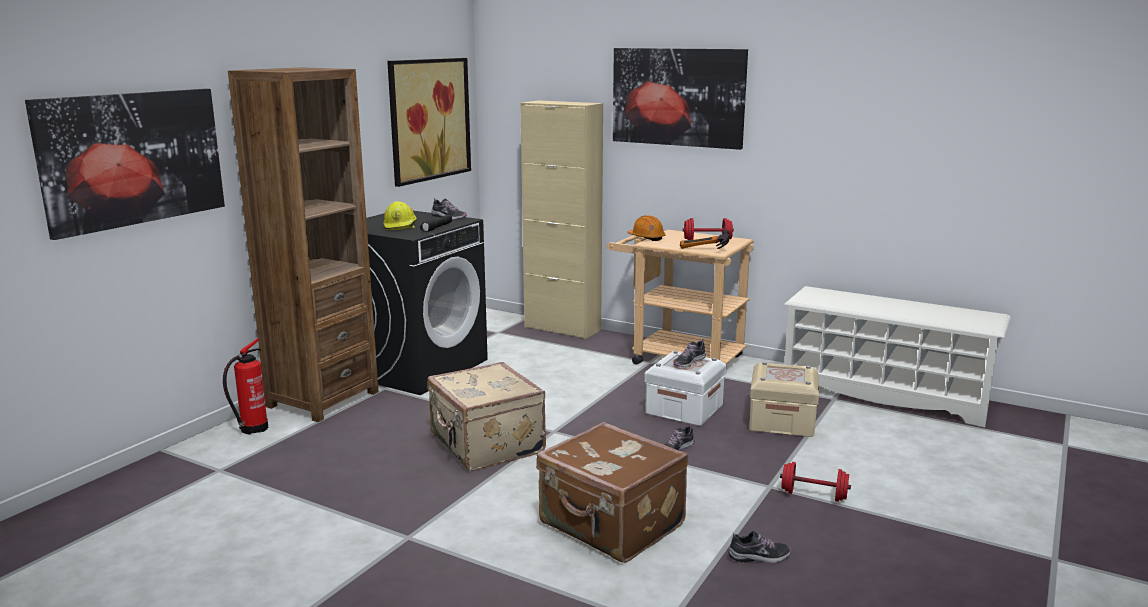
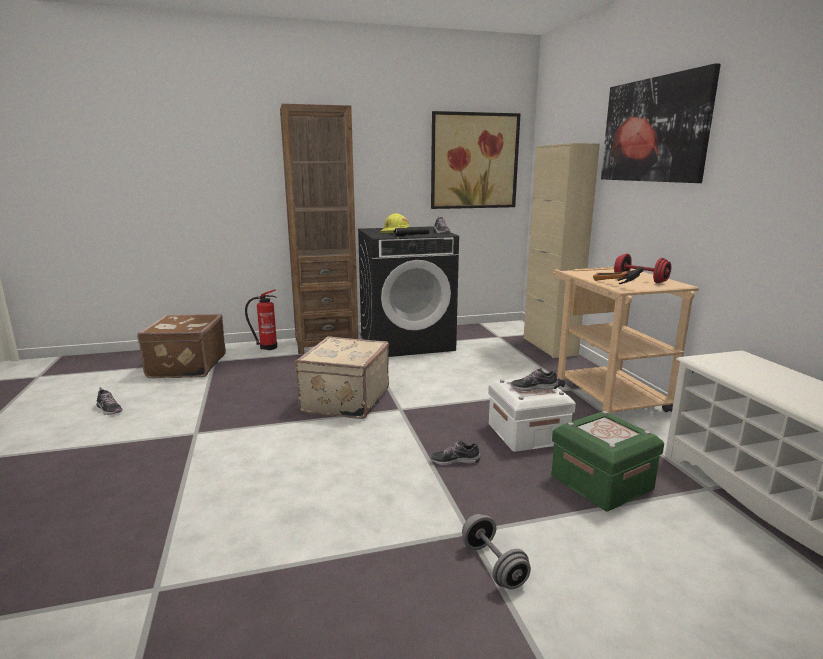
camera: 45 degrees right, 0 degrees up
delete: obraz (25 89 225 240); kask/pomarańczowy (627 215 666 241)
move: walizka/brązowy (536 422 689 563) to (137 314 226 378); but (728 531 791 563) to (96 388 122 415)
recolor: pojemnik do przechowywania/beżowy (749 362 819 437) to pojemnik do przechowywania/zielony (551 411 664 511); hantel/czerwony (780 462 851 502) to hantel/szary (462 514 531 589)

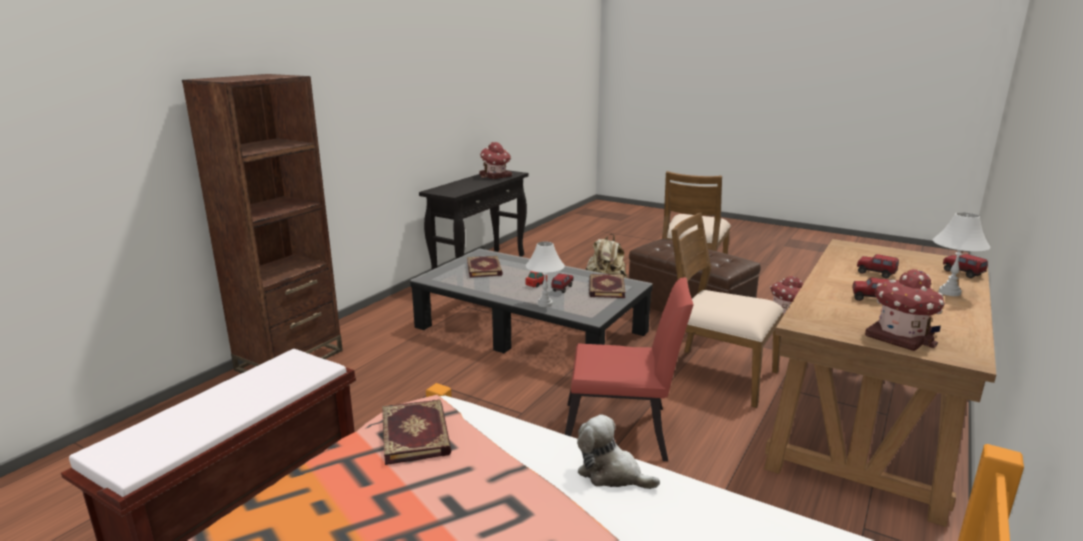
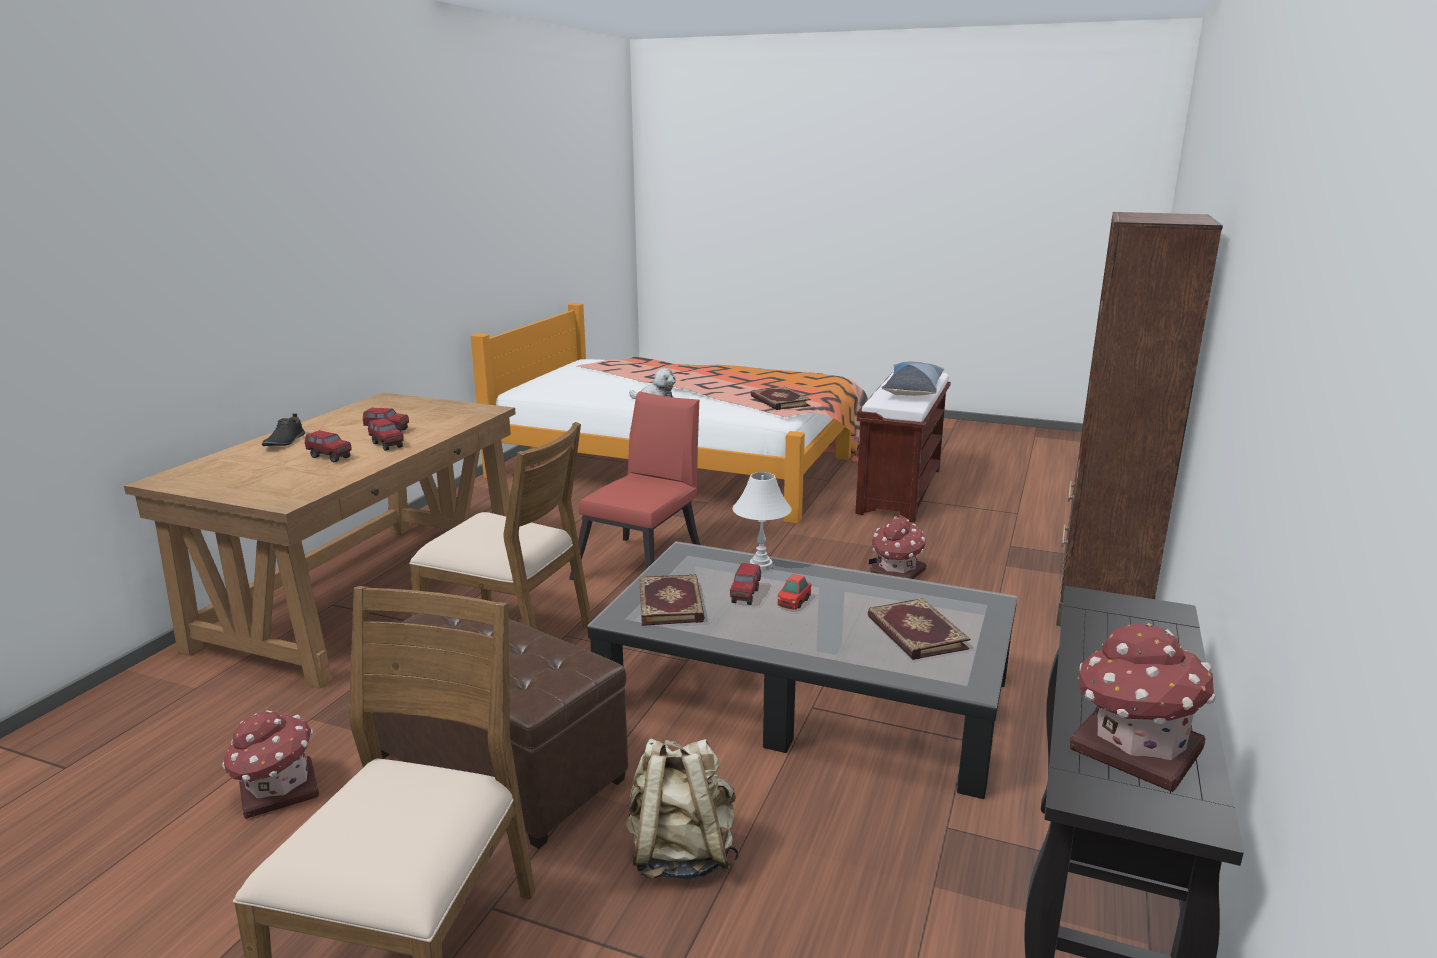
camera: 170 degrees right, 0 degrees up
insert: poduszka (881 361 945 396)
move: ciężarówka zabawkowa (943 254 988 278) to (368 418 404 451); domek (865 269 945 351) to (869 517 926 579)
replace: lampa stołowa/biały (933 212 990 296) to but/czarny (262 414 305 446)
rotate: krzesło/czerwony (565 277 694 461) = (569 391 700 580) 120 degrees clockwise

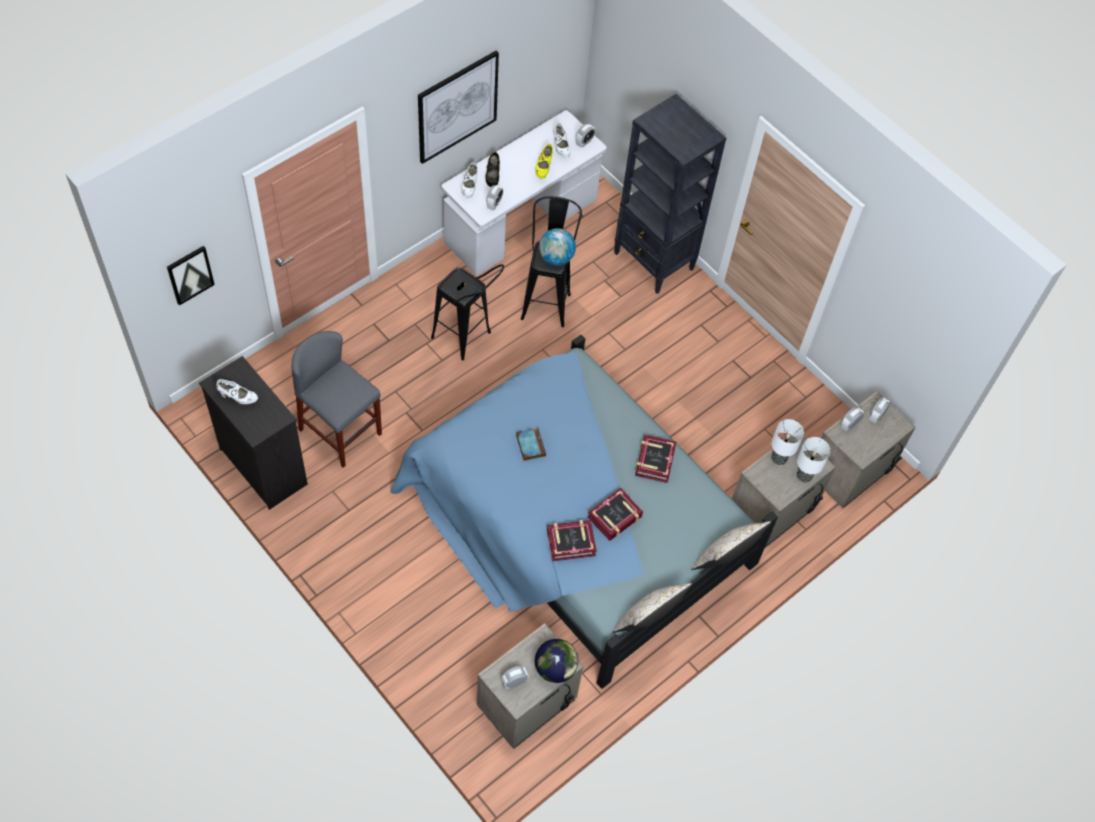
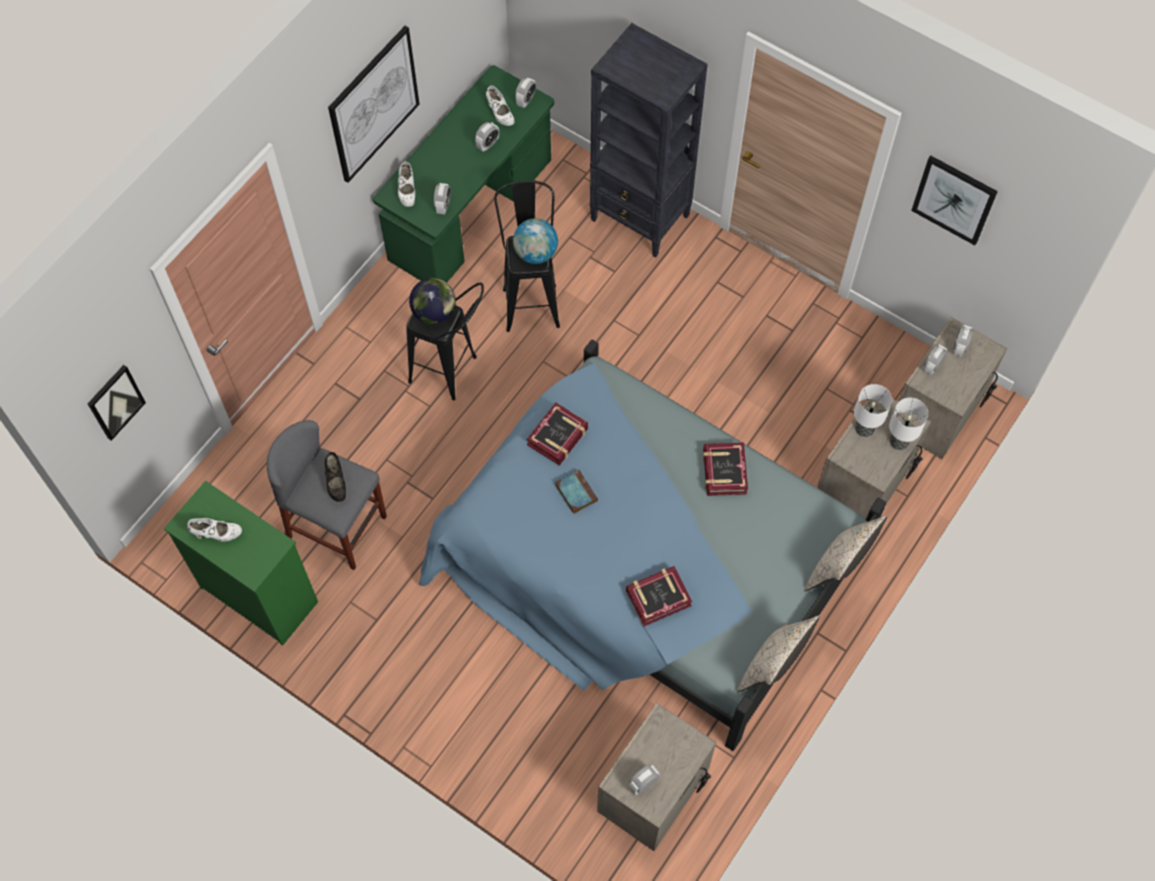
camera: 10 degrees left, 5 degrees up
insert: obraz (911 156 998 245)
move: but/czarny (485 152 500 187) to (325 452 346 502); książka (587 488 643 541) to (527 403 588 465); globus (535 639 578 683) to (409 278 456 324)
replace: but/żółty (535 144 553 179) to budzik (475 122 499 152)
recolor: biurko/biały (441 110 607 276) to biurko/zielony (373 65 554 283); komoda/czarny (199 356 308 510) to komoda/zielony (164 481 318 646)

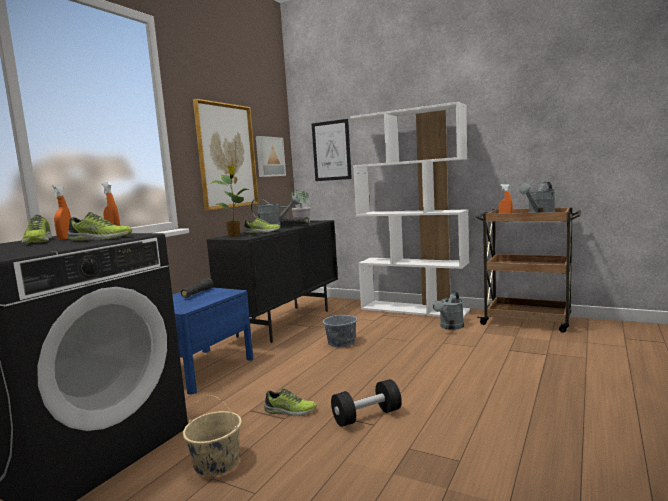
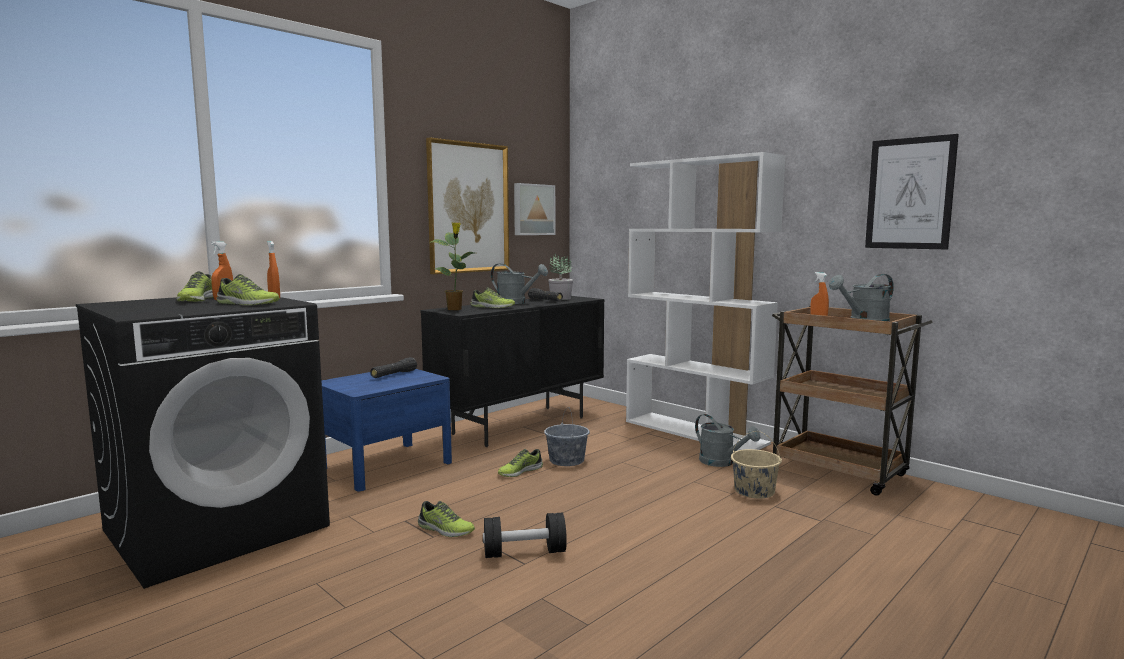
camera: 15 degrees right, 0 degrees up
insert: but (498 449 543 477)
move: obraz (312 119 352 181) to (865 134 959 249); wiadro/beżowy (183 395 242 476) to (731 431 782 499)
rotate: konewka/szary (433 291 464 330) = (695 414 760 467) 90 degrees counterclockwise

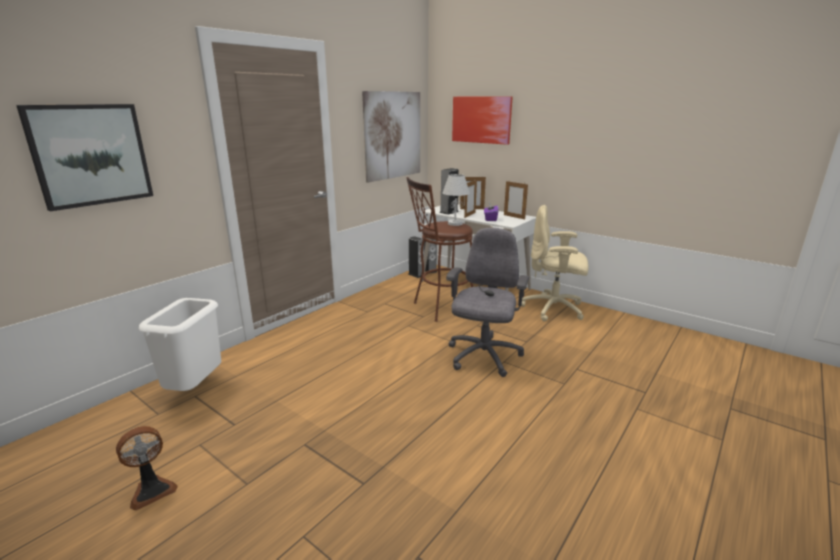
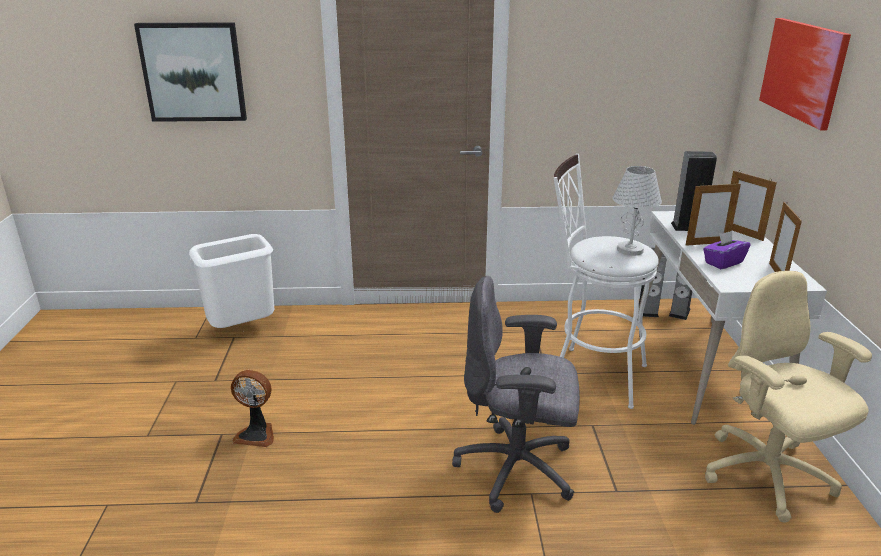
camera: 50 degrees right, 5 degrees up
delete: obraz (362 91 420 183)
move: wentylator (116 426 178 510) to (231 370 274 447)
recolor: stołek/brązowy (406 177 473 322) to stołek/biały (554 154 659 409)
rotate: krzesło biurowe/szary (446 228 529 377) = (452 276 580 513) 150 degrees counterclockwise

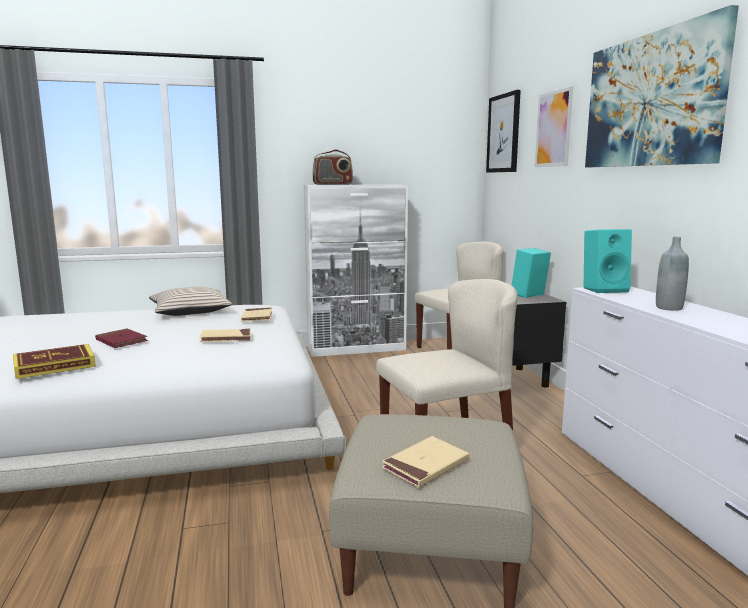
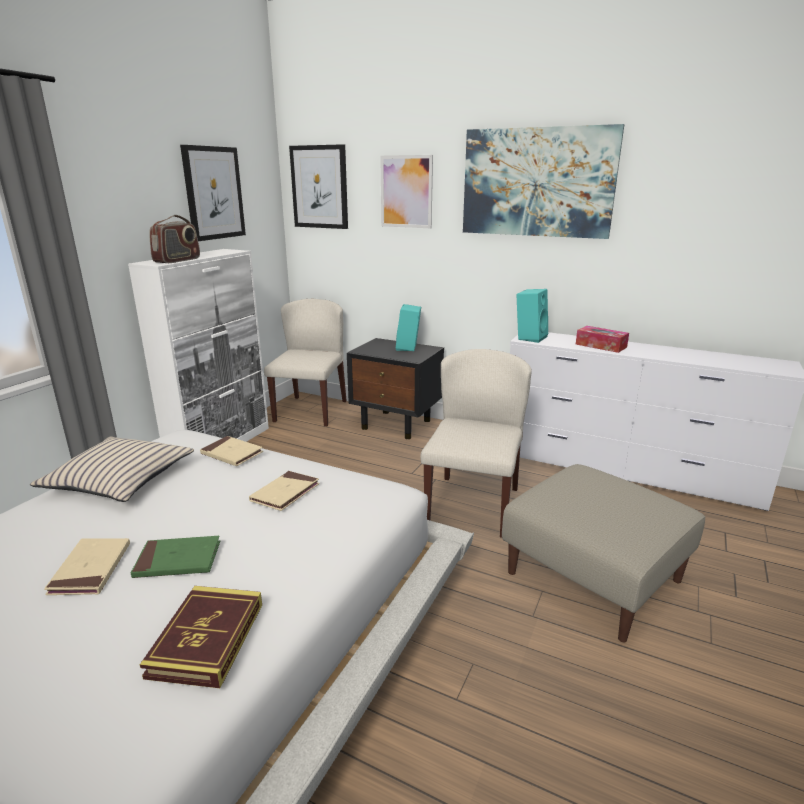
camera: 50 degrees left, 10 degrees up
insert: obraz (180 145 246 241)
move: książka/beżowy (382 436 469 488) to (44 538 130 595)
replace: butelka/szary (656 237 689 311) to pudełko chusteczek (576 326 629 353)
recolor: książka/czerwony (95 329 148 348) to książka/zielony (131 536 220 578)

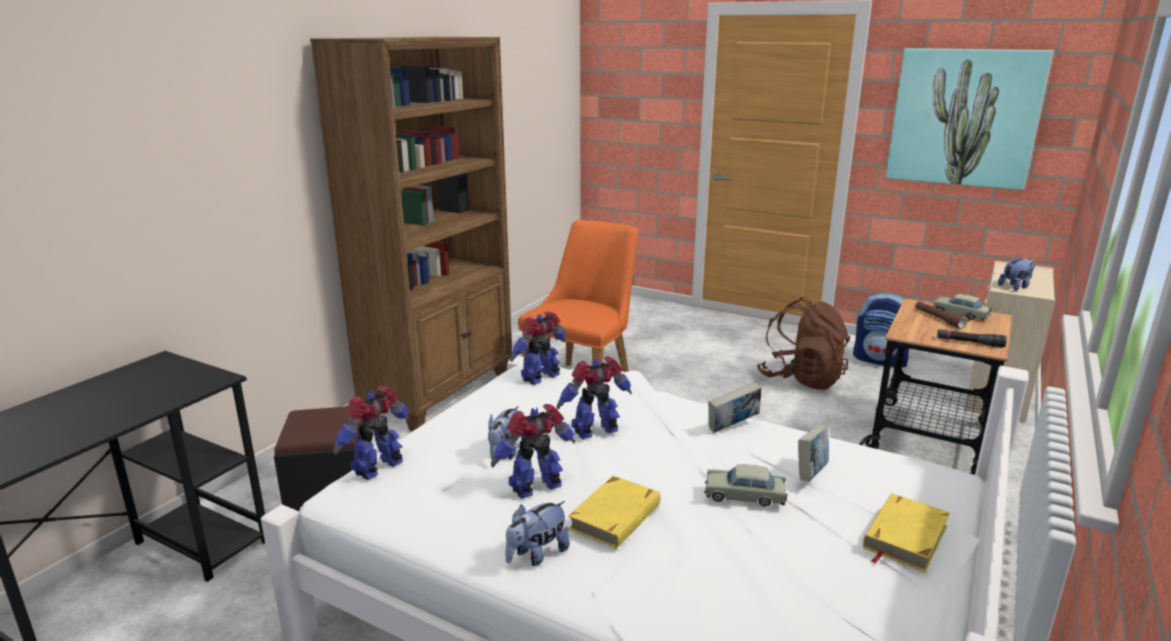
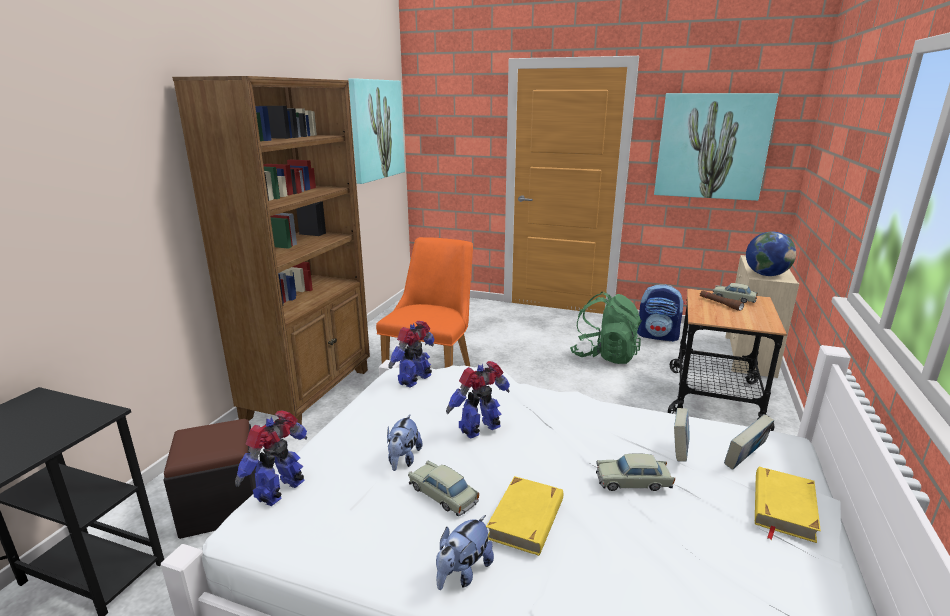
camera: 10 degrees left, 0 degrees up
delete: latarka/czarny (937 329 1007 348)
insert: obraz (348 78 405 184)
move: książka (708 382 761 433) to (724 414 774 470)
replace: pluszak (998 256 1035 291) to globus (746 232 796 276); robot zabawkowy (491 404 575 499) to samochodzik/beżowy (408 461 479 516)
recolor: plecak/brązowy (757 297 850 389) to plecak/zielony (570 292 642 364)

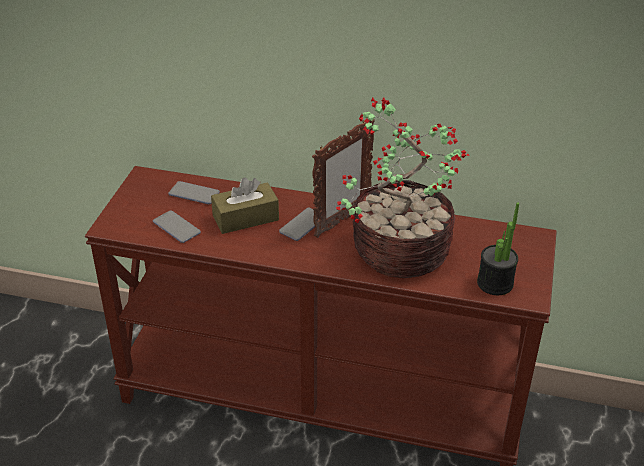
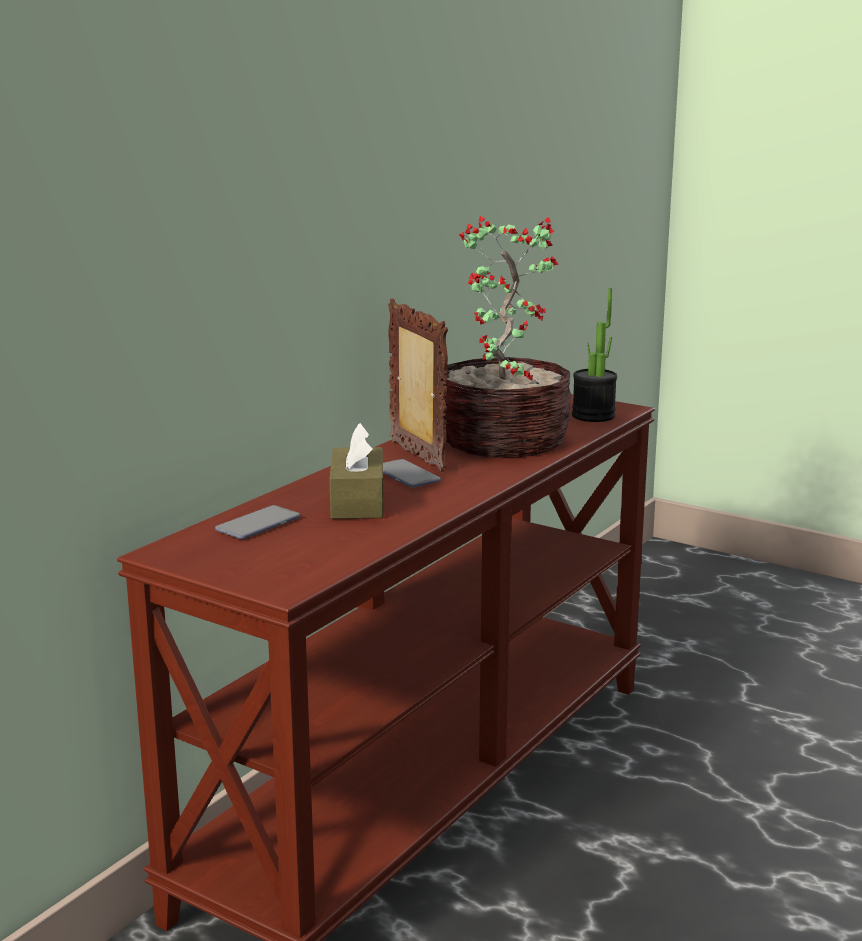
camera: 70 degrees left, 20 degrees down
delete: telefon (153 211 201 243)

